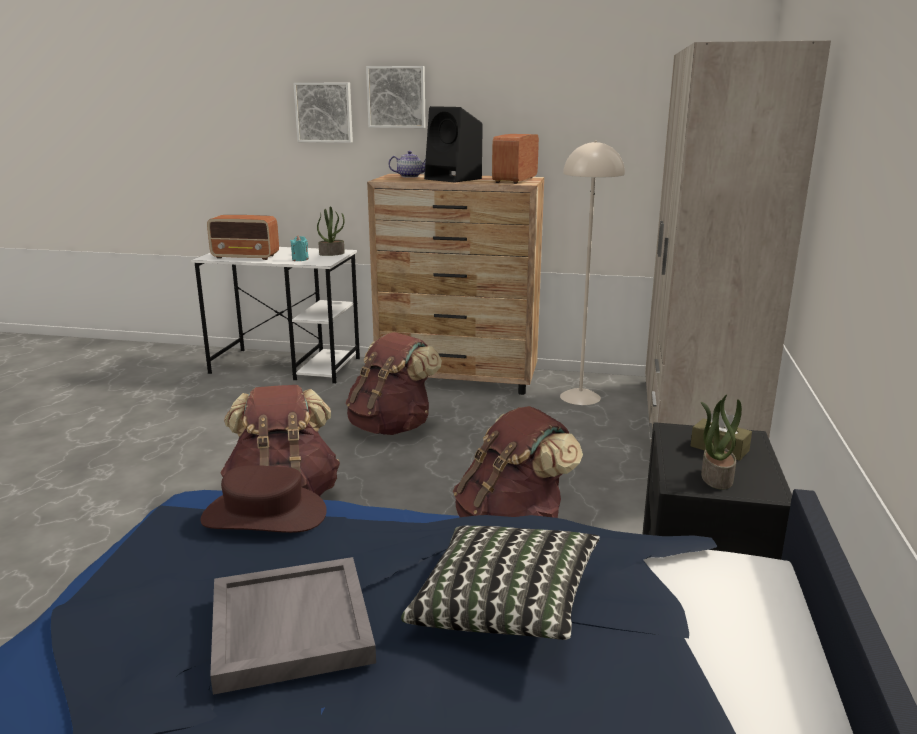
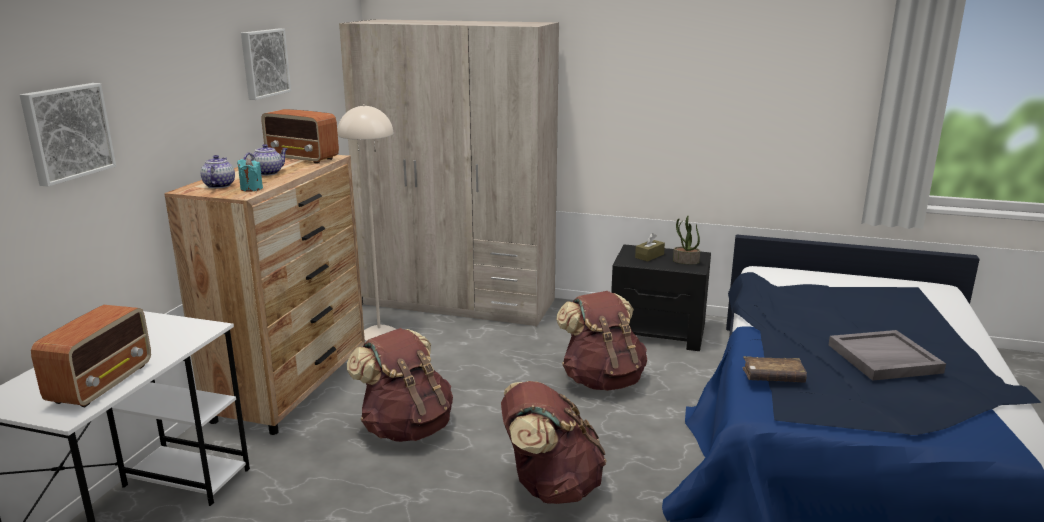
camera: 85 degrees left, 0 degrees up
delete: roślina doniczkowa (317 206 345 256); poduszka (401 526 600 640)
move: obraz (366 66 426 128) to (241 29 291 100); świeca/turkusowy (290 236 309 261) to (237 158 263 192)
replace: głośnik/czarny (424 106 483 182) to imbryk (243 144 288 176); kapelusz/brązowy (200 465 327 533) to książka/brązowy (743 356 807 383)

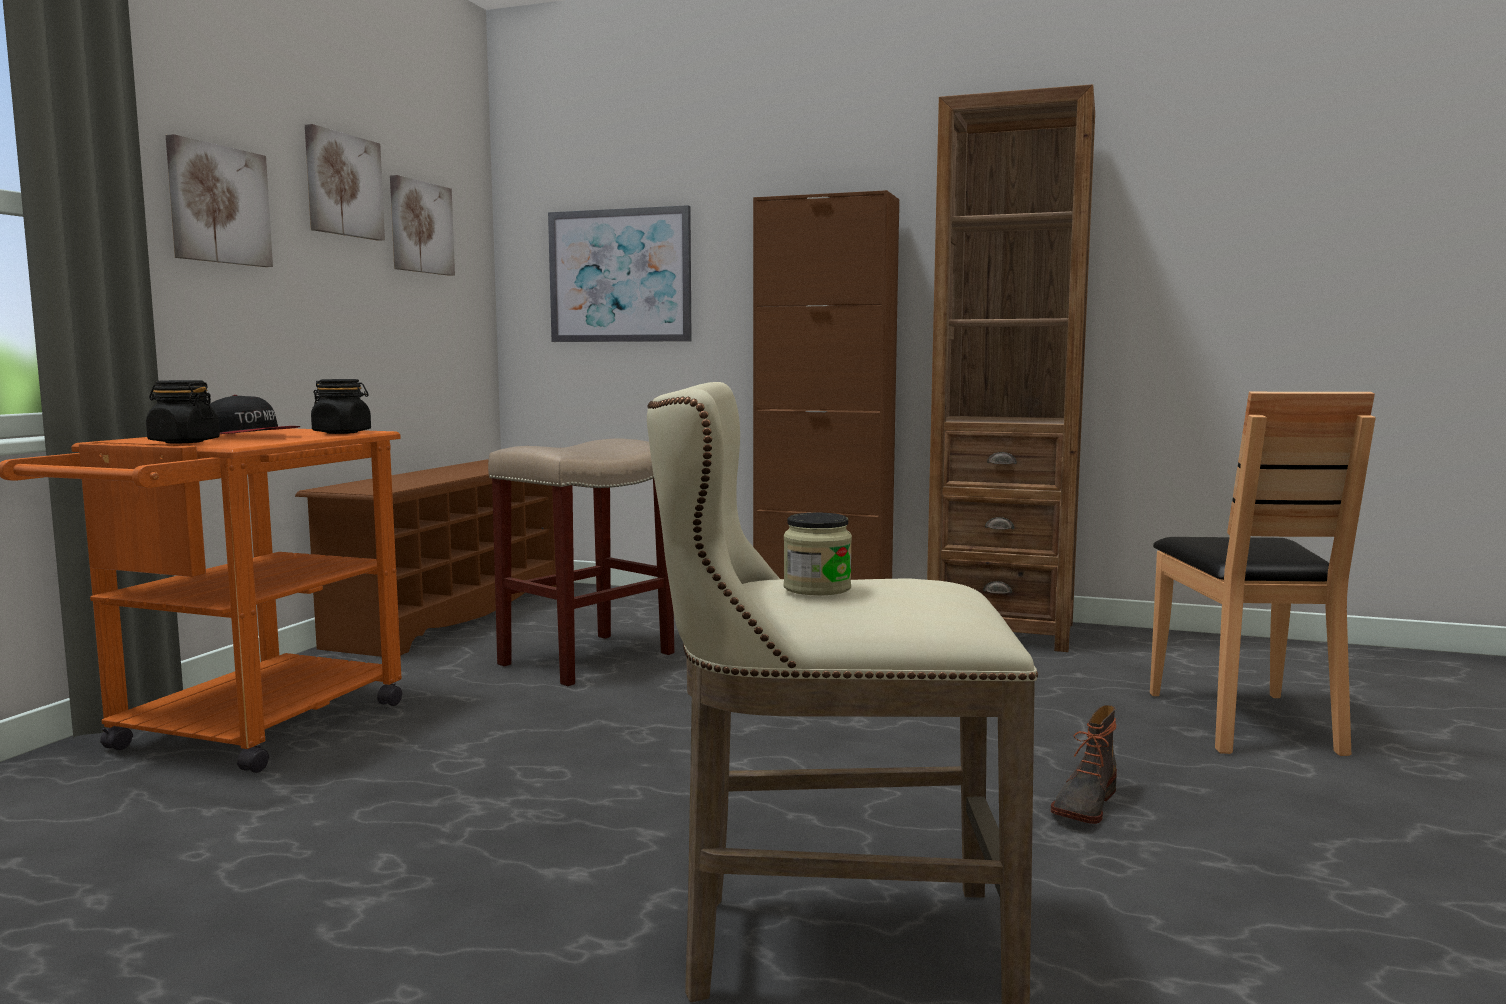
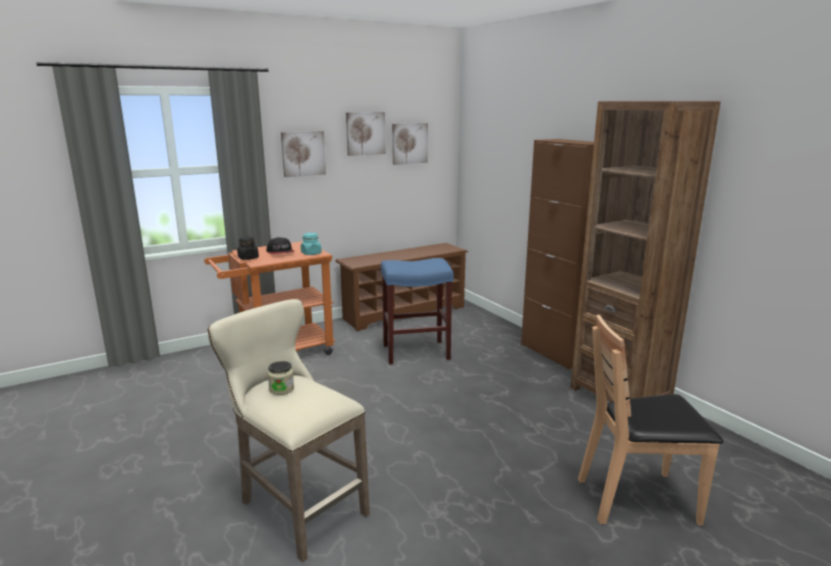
camera: 40 degrees right, 10 degrees up
delete: obraz (548 205 692 342); but z cholewką (1051 705 1117 824)
recolor: słoik/czarny (311 379 371 434) to słoik/turkusowy (301 233 322 255); stołek/beżowy (488 439 674 686) to stołek/niebieski (381 258 454 364)
rotate: krzesło/brązowy (1150 392 1376 756) = (578 315 723 525) 45 degrees clockwise

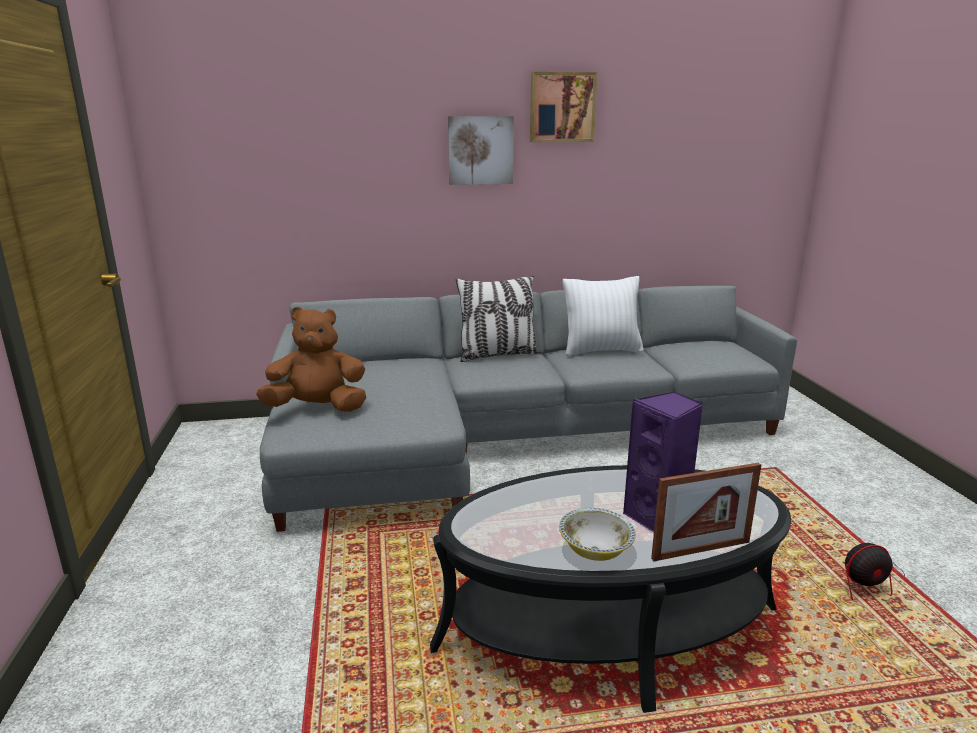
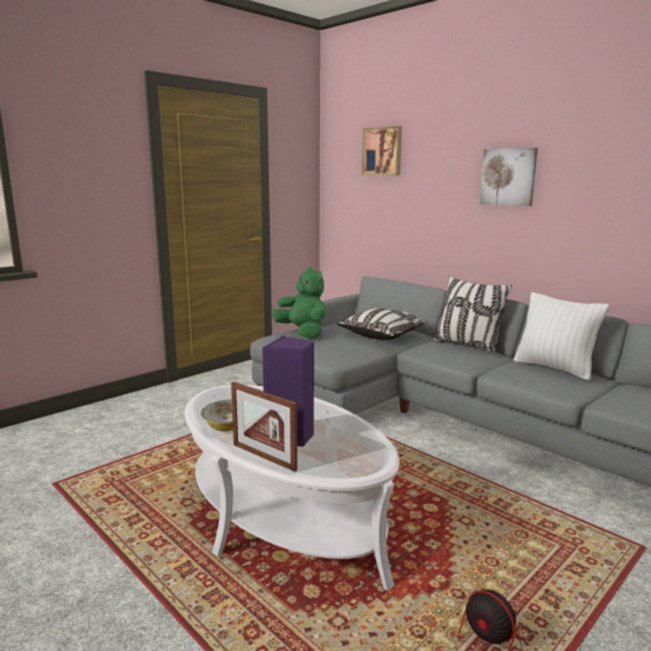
camera: 55 degrees right, 5 degrees down
insert: poduszka (337 308 427 340)
move: obraz (530 72 597 142) to (362 126 402 176)
recolor: pluszak/brązowy (256 307 366 412) to pluszak/zielony (272 267 326 338); ława/czarny (430 465 791 713) to ława/biały (185 385 399 591)

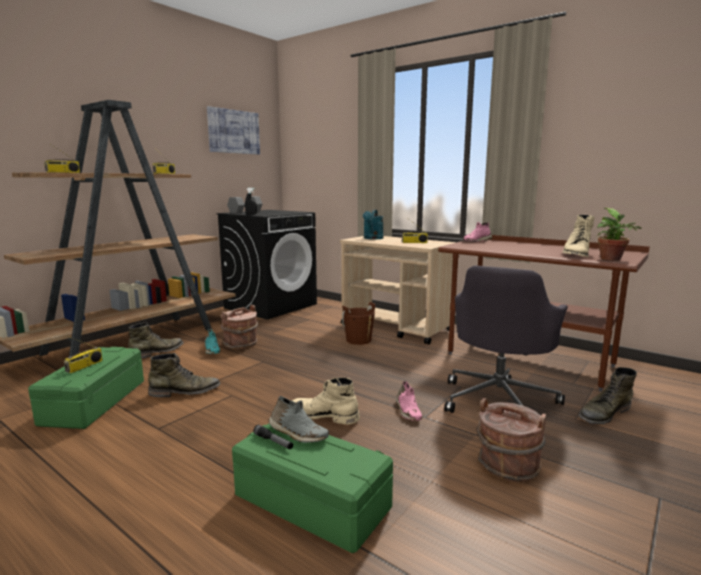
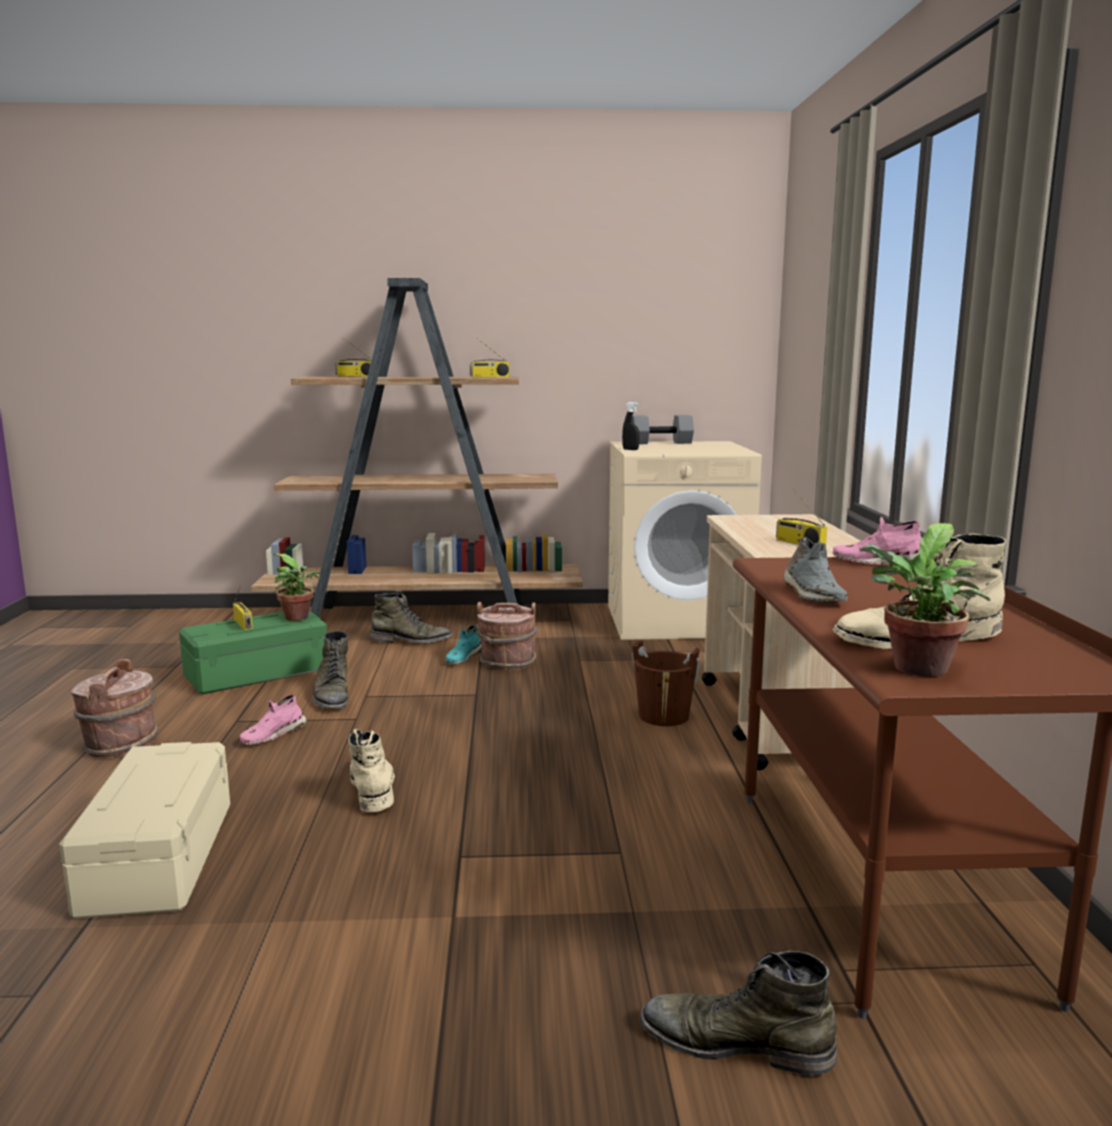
camera: 50 degrees right, 0 degrees up
delete: obraz (207 106 260 154); konewka/turkusowy (363 210 384 239); krzesło biurowe/szary (444 266 568 413); latarka (253 425 293 449)
insert: roślina doniczkowa (274 553 321 621)
move: but/różowy (396 381 422 421) to (240 695 308 745); but/szary (268 396 329 443) to (784 537 848 602); wiadro/brązowy (476 398 546 482) to (71 659 158 758)
recolor: pralka/czarny (216 210 317 320) to pralka/beżowy (608 441 762 640); pojemnik do przechowywania/zielony (232 424 393 553) to pojemnik do przechowywania/beżowy (59 742 230 919)
rotate: radio (64 336 103 373) = (233 585 253 630) 105 degrees counterclockwise; but z cholewką/zielony (148 353 221 397) = (312 631 348 709) 45 degrees clockwise

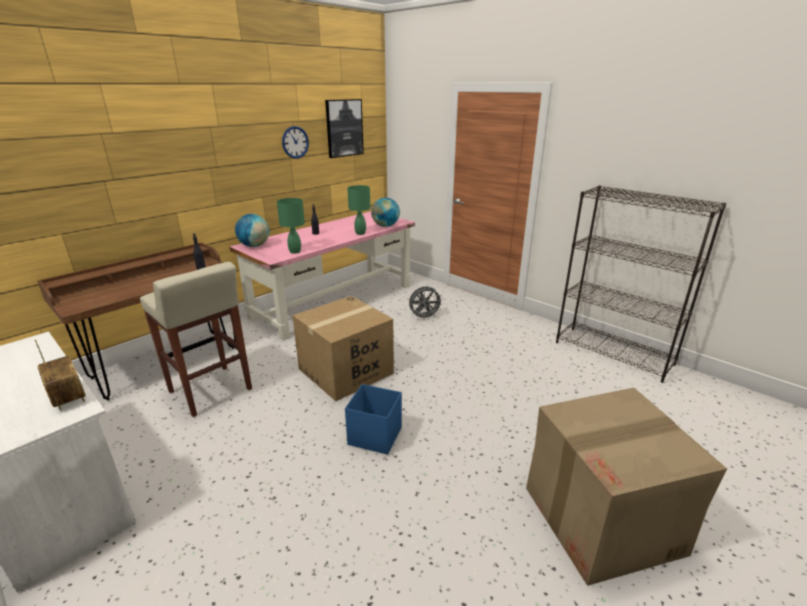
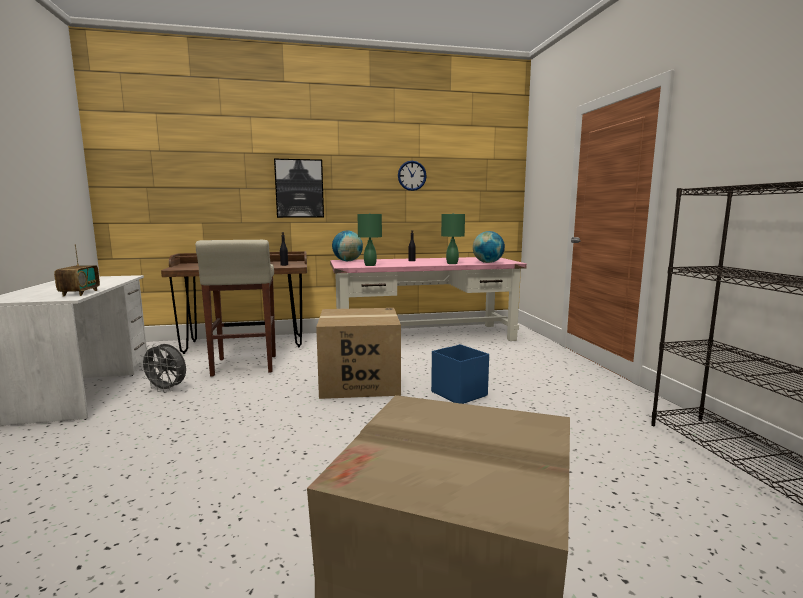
camera: 35 degrees right, 15 degrees down
move: obraz (325 99 364 158) to (274 159 324 218); wentylator/szary (409 286 443 318) to (139 344 186 393); pojemnik do przechowywania/niebieski (345 384 402 455) to (431 344 489 404)

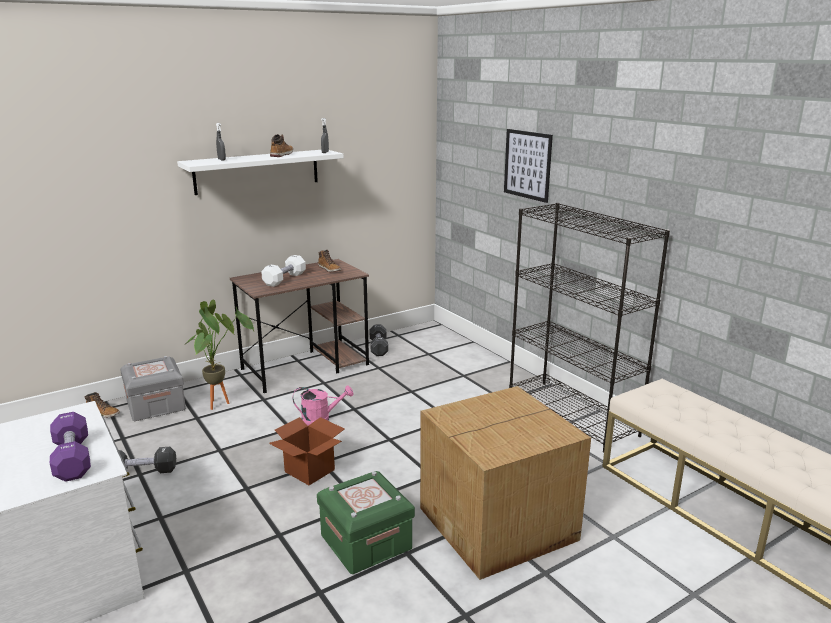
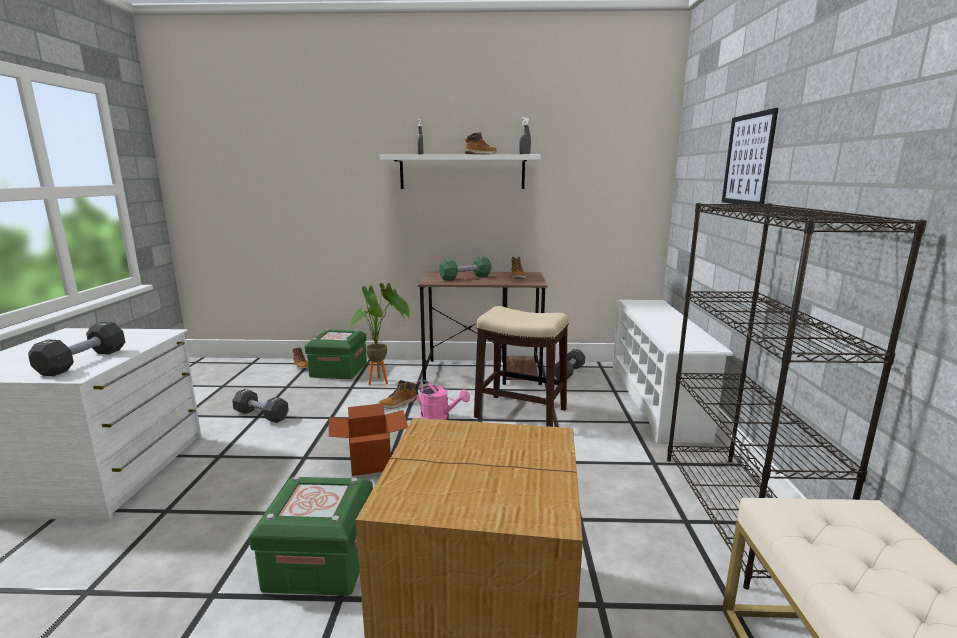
camera: 35 degrees right, 5 degrees down
insert: regał na buty/biały (613 300 733 444); stołek (474 306 569 427); but z cholewką (379 380 417 409)
recolor: hantel/biały (261 255 306 287) to hantel/zielony (439 257 491 281); pojemnik do przechowywania/szary (120 356 186 421) to pojemnik do przechowywania/zielony (305 329 367 379); hantel/fioletowy (50 412 91 482) to hantel/czarny (28 322 125 376)

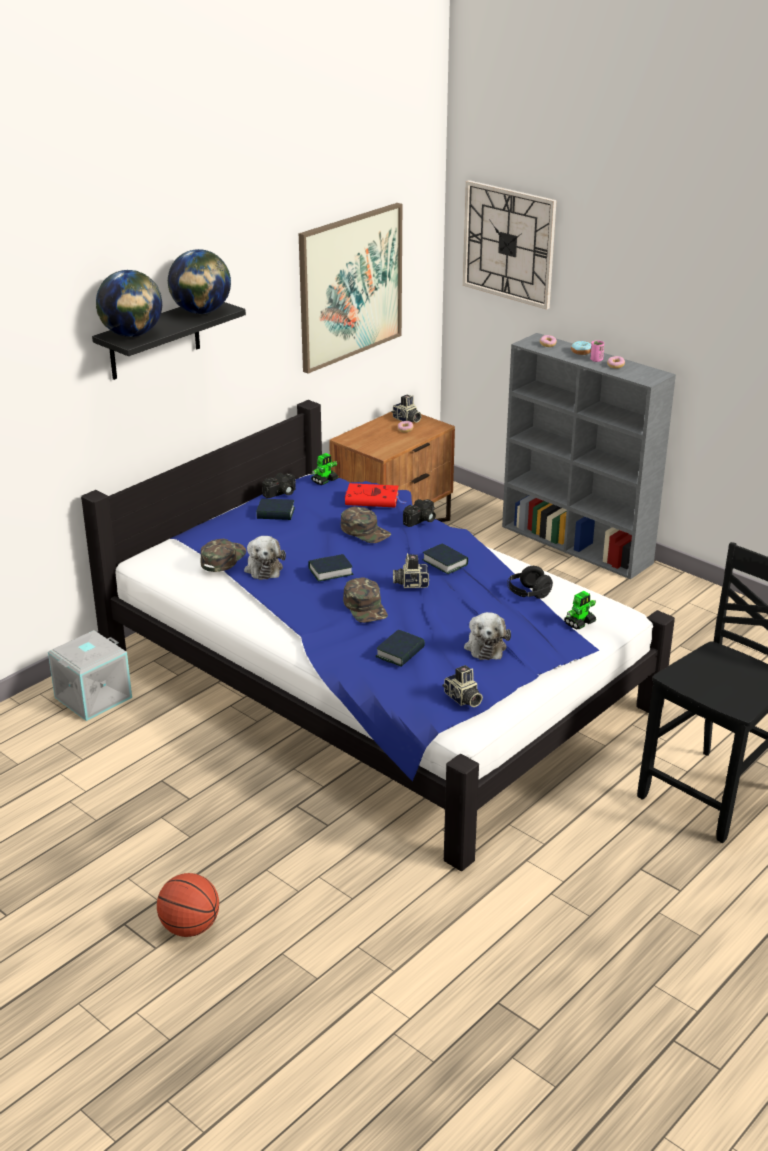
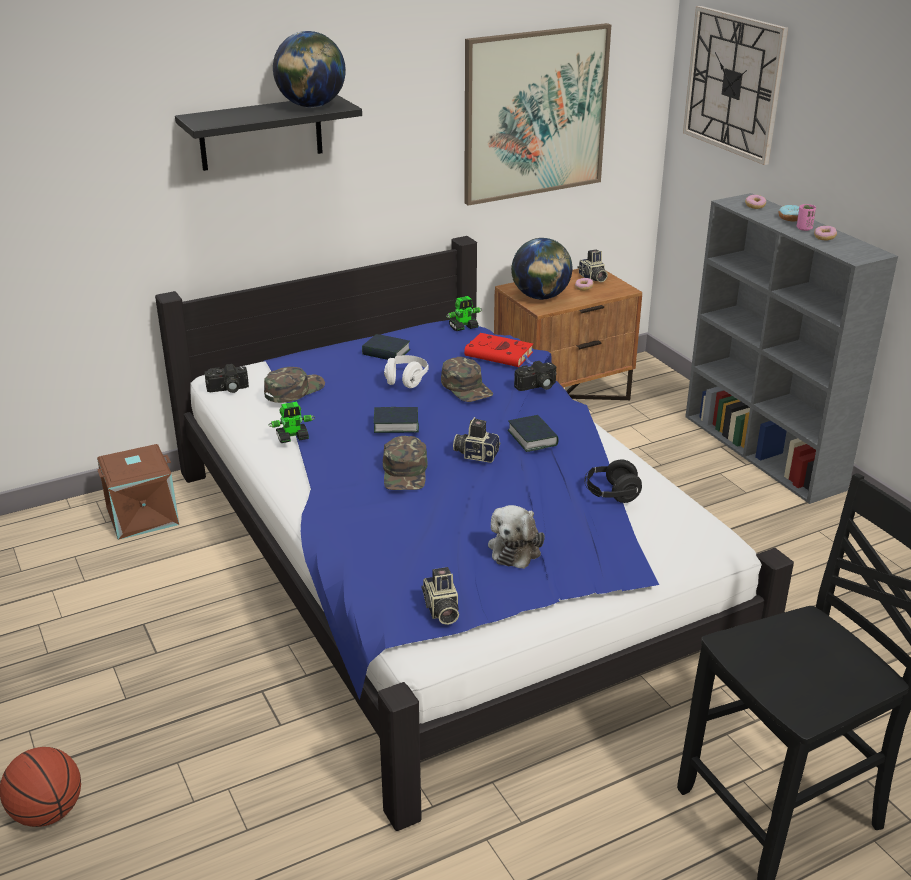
camera: 20 degrees right, 0 degrees up
delete: pluszak (244 536 286 580); książka (375 630 425 667)
insert: słuchawki/biały (384 355 429 388)
move: globus (96 270 162 337) to (511 238 573 300); aparat fotograficzny (262 473 296 498) to (205 364 249 393); robot zabawkowy (564 591 596 629) to (268 402 315 443)
recolor: pojemnik do przechowywania/szary (48 630 132 721) to pojemnik do przechowywania/brązowy (97 444 179 540)

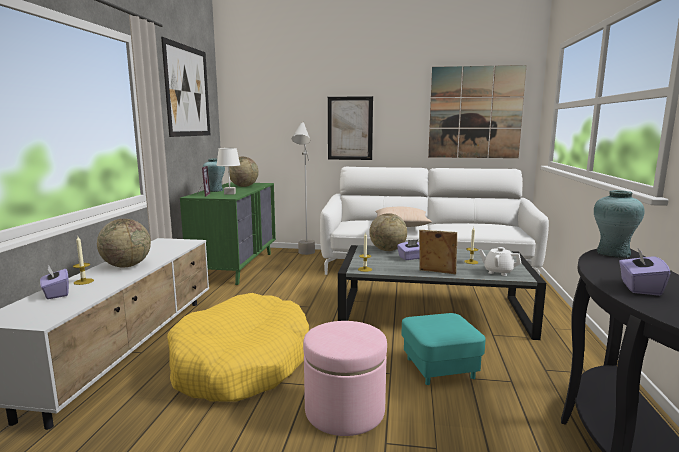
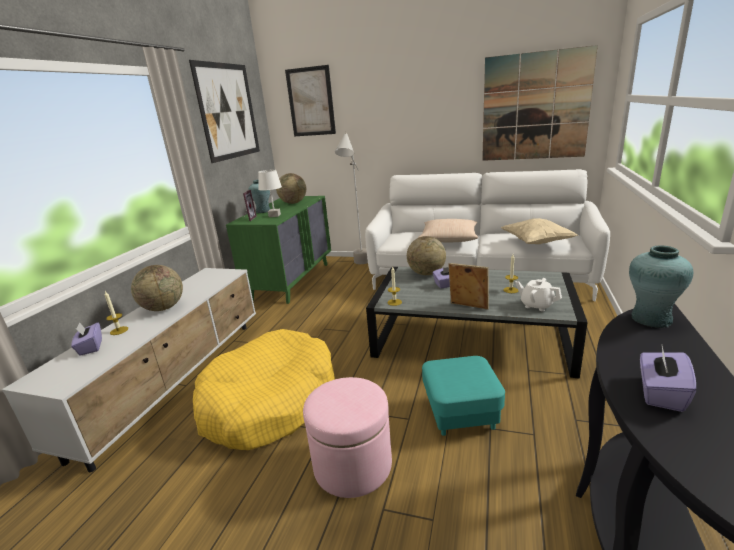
camera: 10 degrees right, 10 degrees up
insert: poduszka/beżowy (501 218 578 244)
move: obraz (328 96 373 160) to (285 65 336 136)

